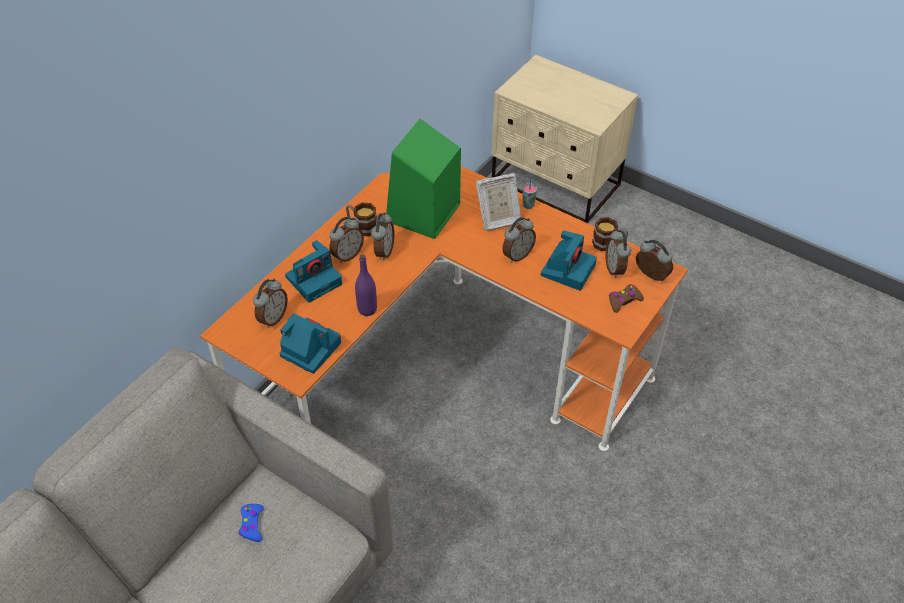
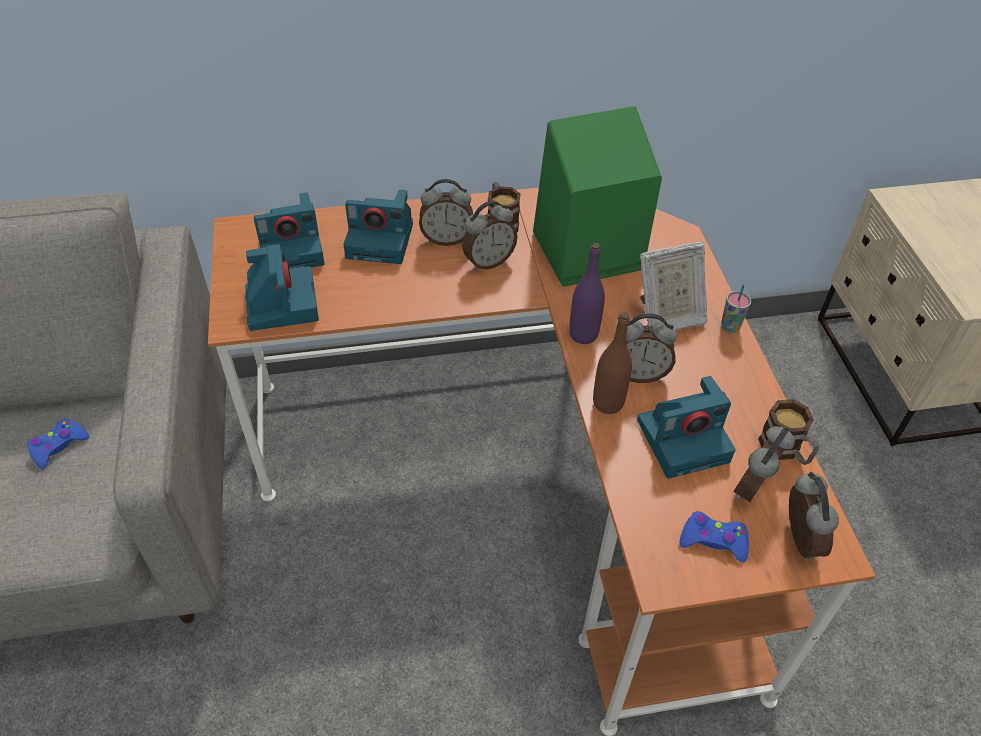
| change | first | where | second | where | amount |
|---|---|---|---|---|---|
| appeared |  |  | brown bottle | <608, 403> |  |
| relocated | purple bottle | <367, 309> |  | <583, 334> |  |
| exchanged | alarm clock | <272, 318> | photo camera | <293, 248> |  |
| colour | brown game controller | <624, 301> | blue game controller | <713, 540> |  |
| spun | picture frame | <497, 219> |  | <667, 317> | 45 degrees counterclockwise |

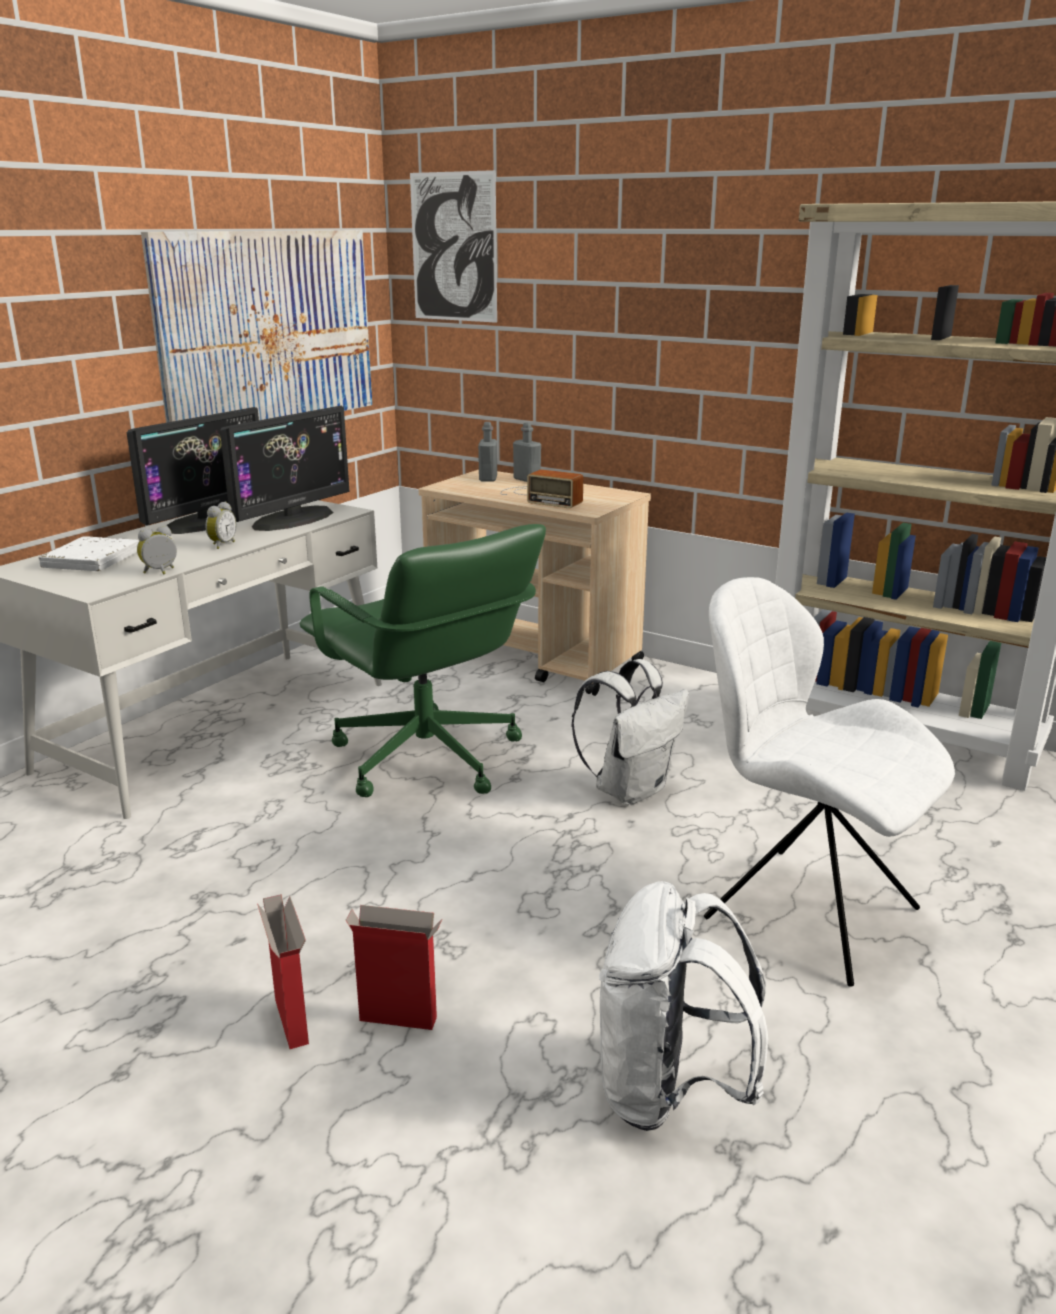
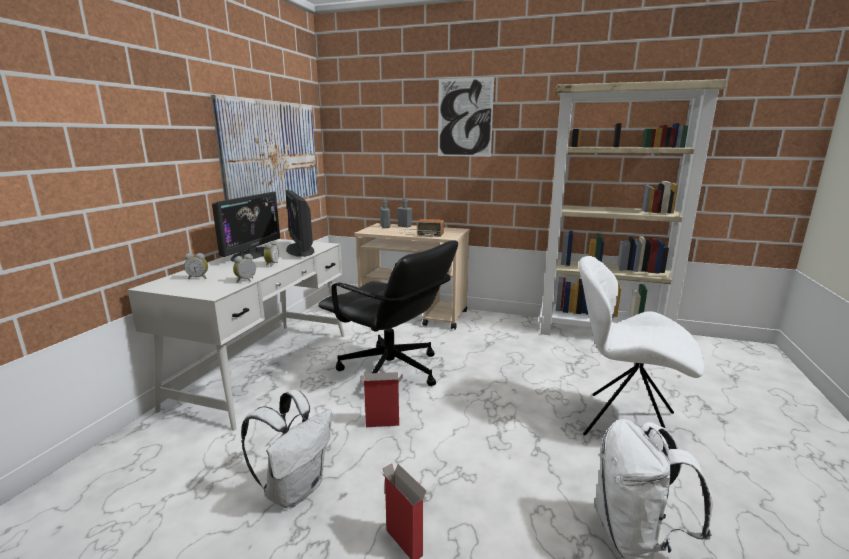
| change | first | where | second | where | amount |
|---|---|---|---|---|---|
| relocated | cardboard box | <400, 1019> |  | <383, 423> |  |
| relocated | picture | <453, 247> |  | <465, 118> |  |
| relocated | white backpack | <630, 789> |  | <295, 489> |  |
| exchanged | white book | <92, 560> | alarm clock | <198, 278> |  |
| colour | green office chair | <426, 759> | black office chair | <391, 371> |  |
| spun | monitor | <293, 519> |  | <300, 250> | 135 degrees clockwise |

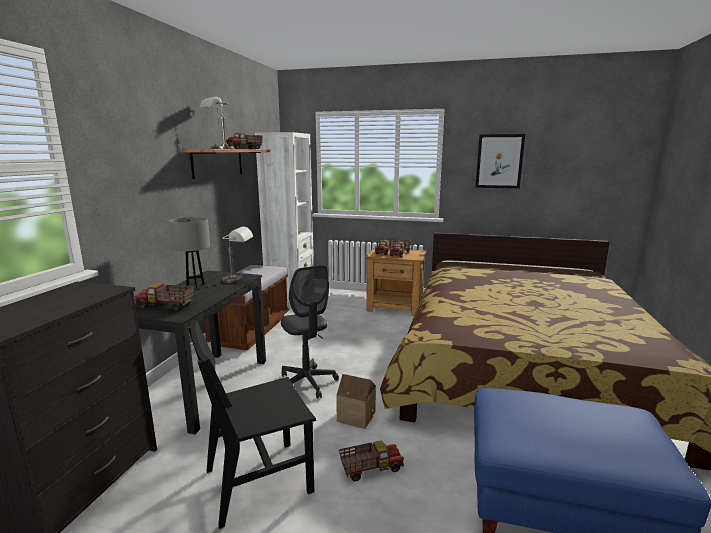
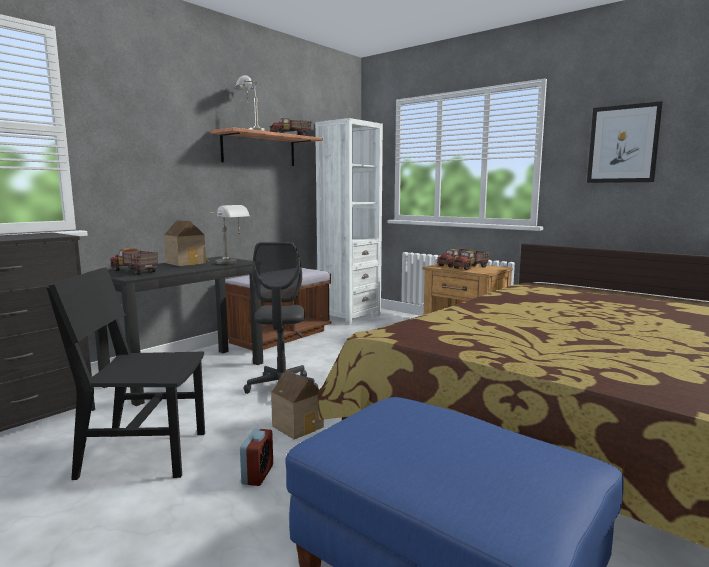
| change | first | where | second | where | amount |
|---|---|---|---|---|---|
| exchanged | grey table lamp | <195, 285> | toy house | <187, 263> |  |
| exchanged | toy truck | <370, 468> | alarm clock | <257, 475> |  |

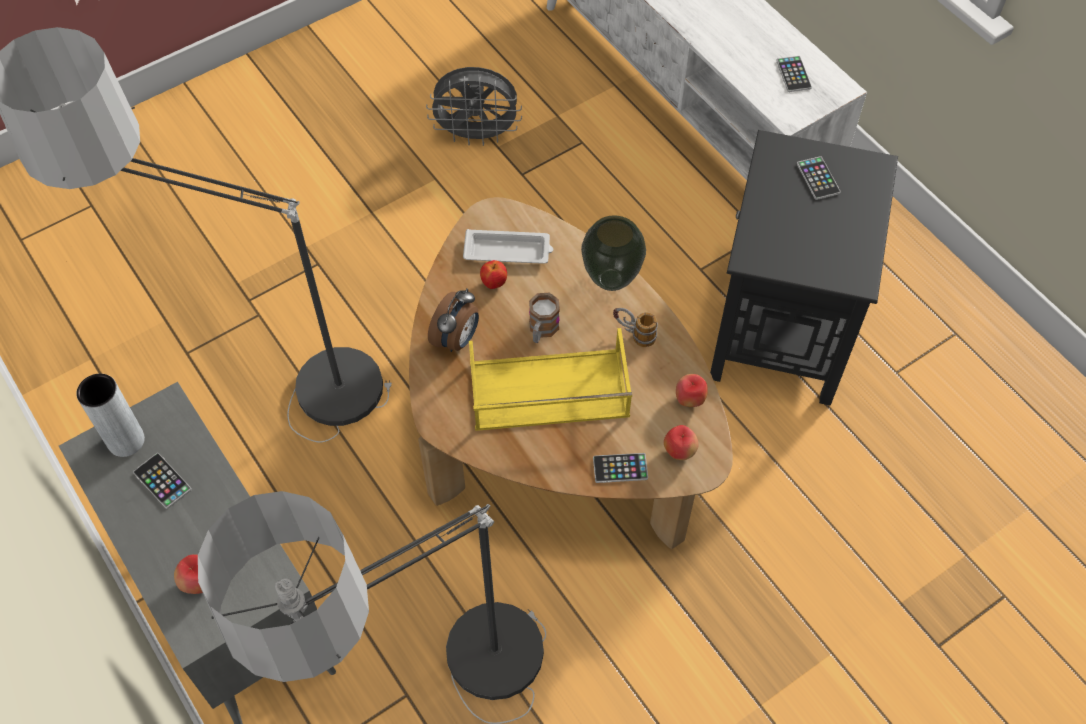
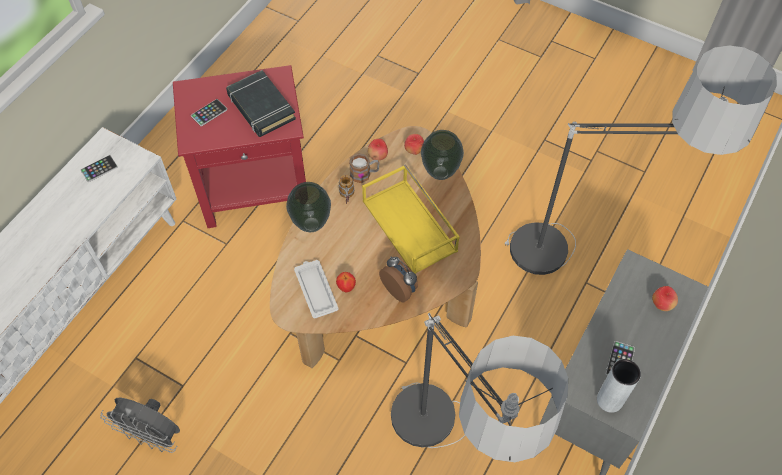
| change | first | where | second | where | amount |
|---|---|---|---|---|---|
| appeared |  |  | black book | <261, 107> |  |
| relocated | mug | <542, 330> |  | <364, 174> |  |
| exchanged | phone | <620, 468> | vase | <440, 173> |  |
| colour | black side table | <780, 330> | red side table | <256, 188> |  |
| spun | grey fan | <477, 135> |  | <153, 435> | 135 degrees clockwise |
| spun | alarm clock | <457, 339> |  | <400, 289> | 45 degrees clockwise |

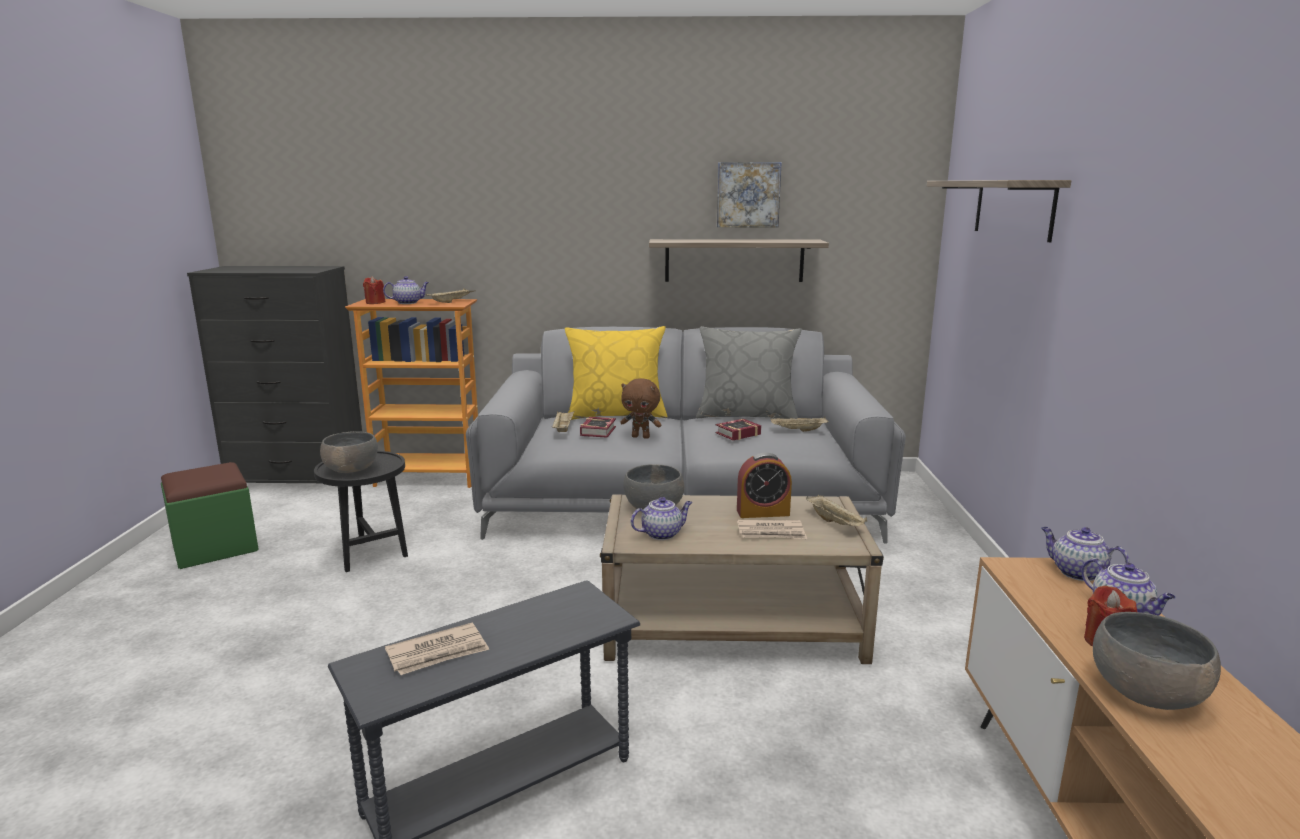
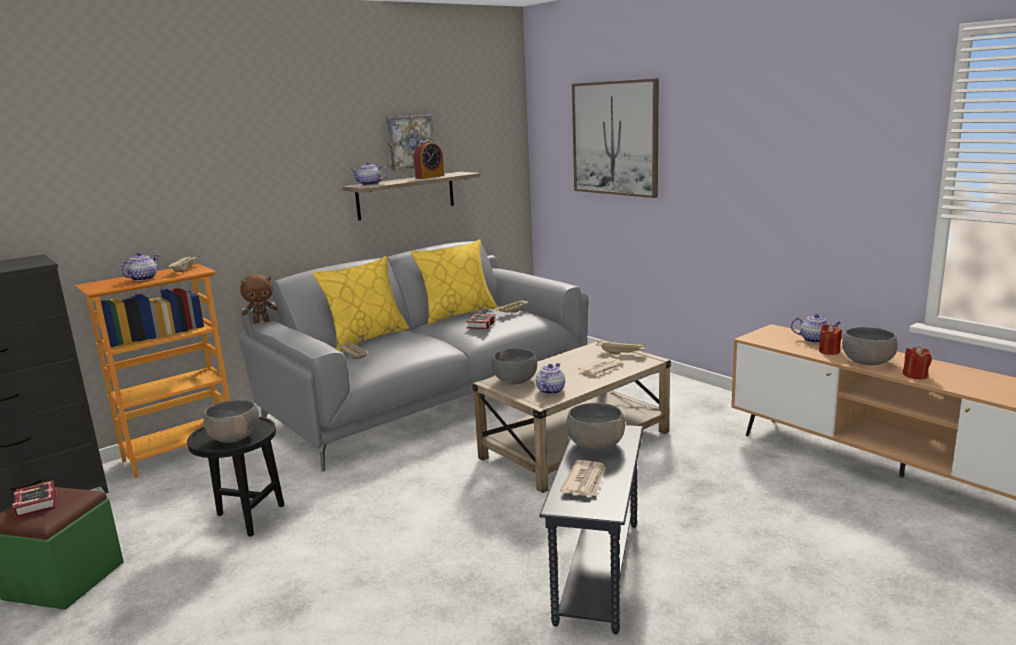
| change | first | where | second | where | amount |
|---|---|---|---|---|---|
| appeared |  |  | grey bowl | <596, 445> |  |
| relocated | red candle | <375, 302> |  | <915, 375> |  |
| relocated | book | <599, 431> |  | <38, 502> |  |
| relocated | brown plush toy | <641, 437> |  | <261, 321> |  |
| relocated | alarm clock | <763, 512> |  | <430, 177> |  |
| relocated | teapot | <1077, 573> |  | <369, 184> |  |
| exchanged | shelf | <1013, 208> | picture | <615, 138> |  |
| colour | grey pillow | <746, 415> | yellow pillow | <457, 313> |  |

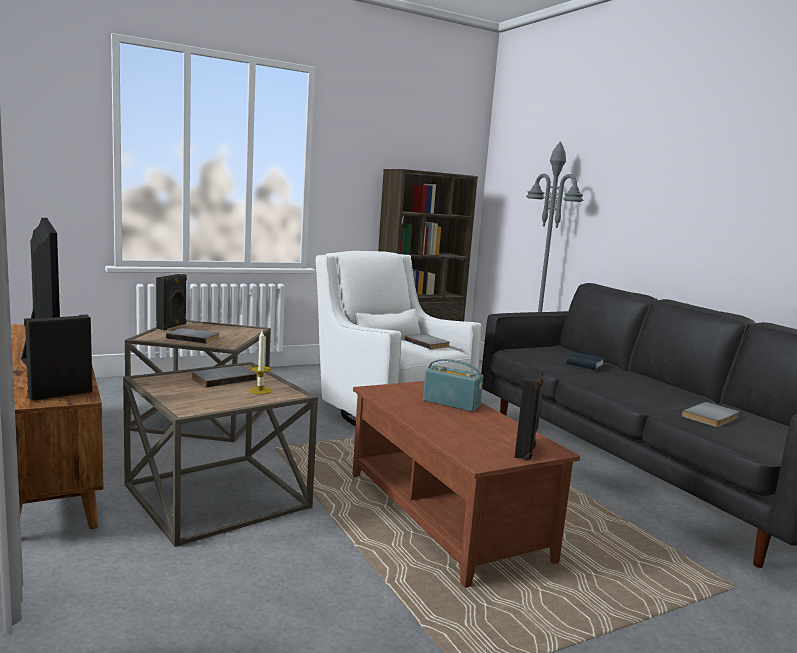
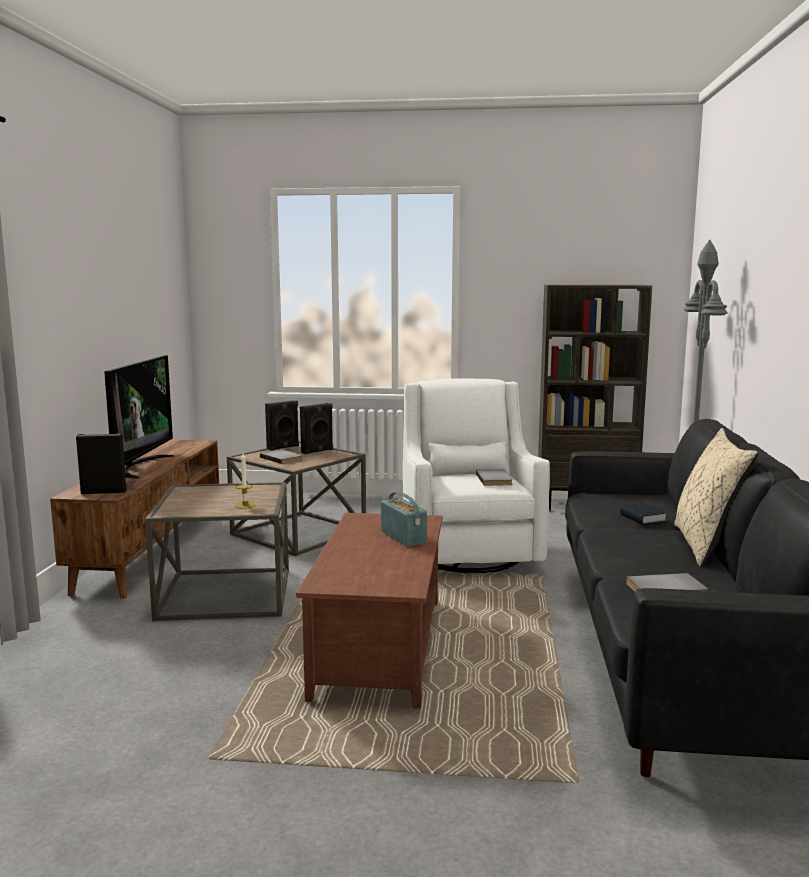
| change | first | where | second | where | amount |
|---|---|---|---|---|---|
| missing | grey book | <222, 378> |  |  |  |
| appeared |  |  | beige pillow | <707, 546> |  |
| relocated | black speaker | <526, 449> |  | <318, 451> |  |

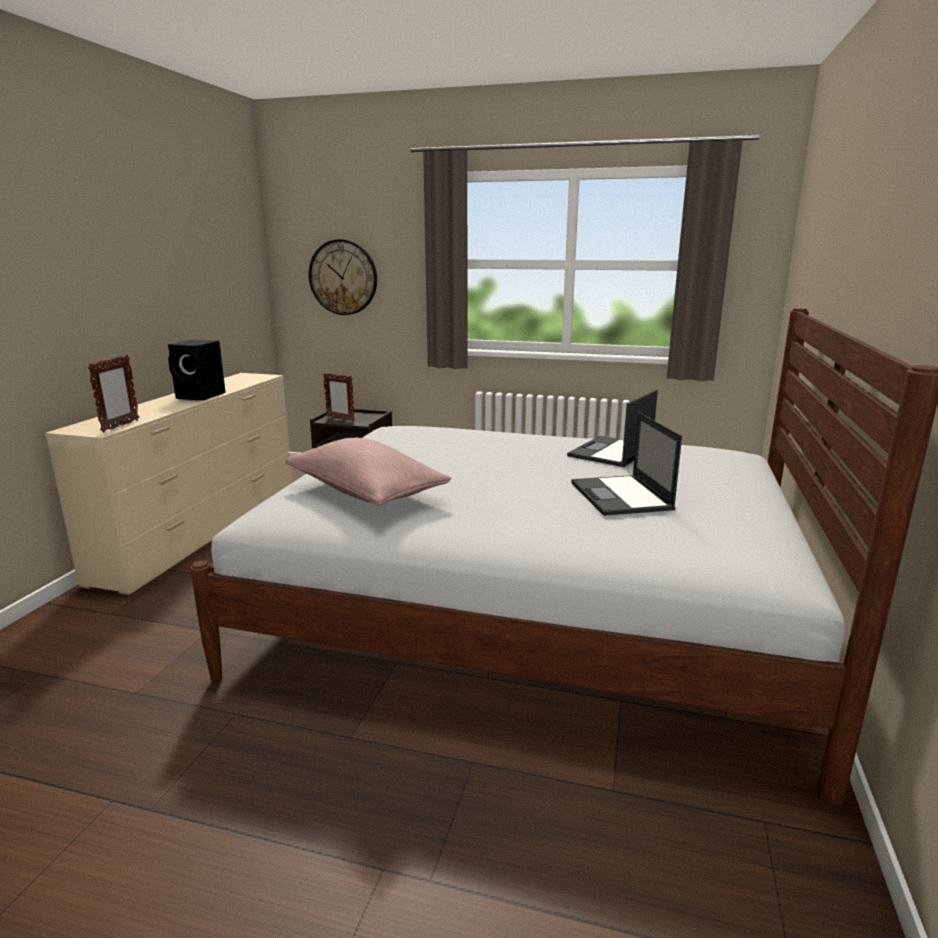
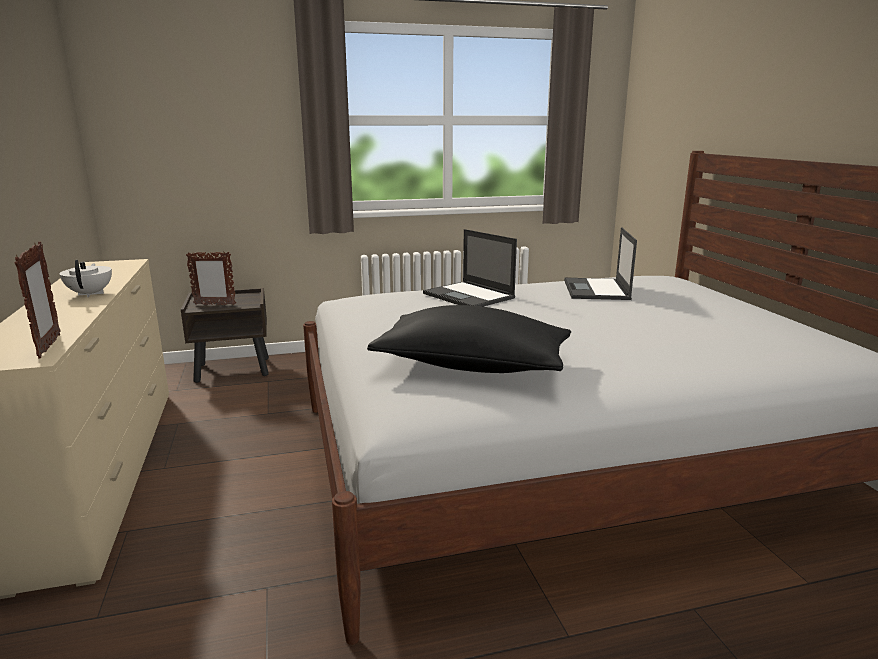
| change | first | where | second | where | amount |
|---|---|---|---|---|---|
| missing | wall clock | <343, 277> |  |  |  |
| relocated | laptop | <621, 496> |  | <469, 296> |  |
| exchanged | black speaker | <202, 396> | white teapot | <91, 294> |  |
| colour | pink pillow | <366, 493> | black pillow | <472, 366> |  |

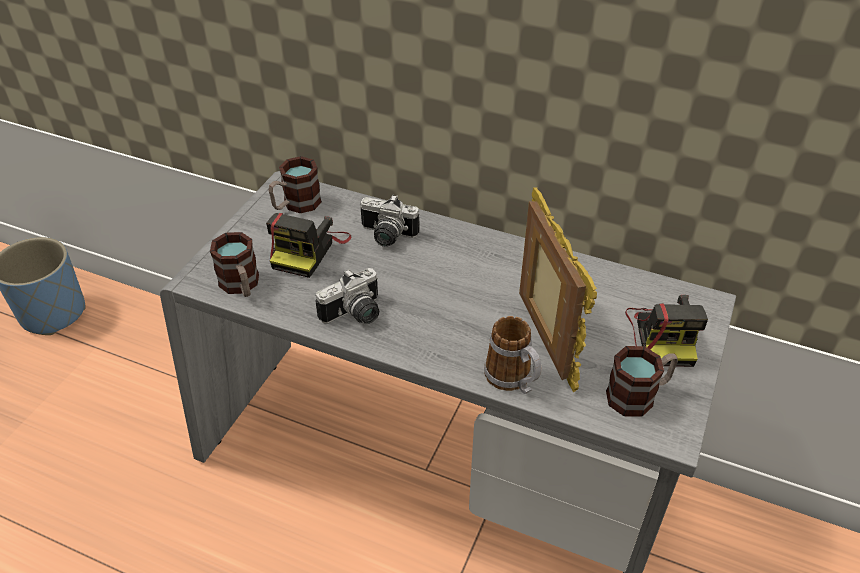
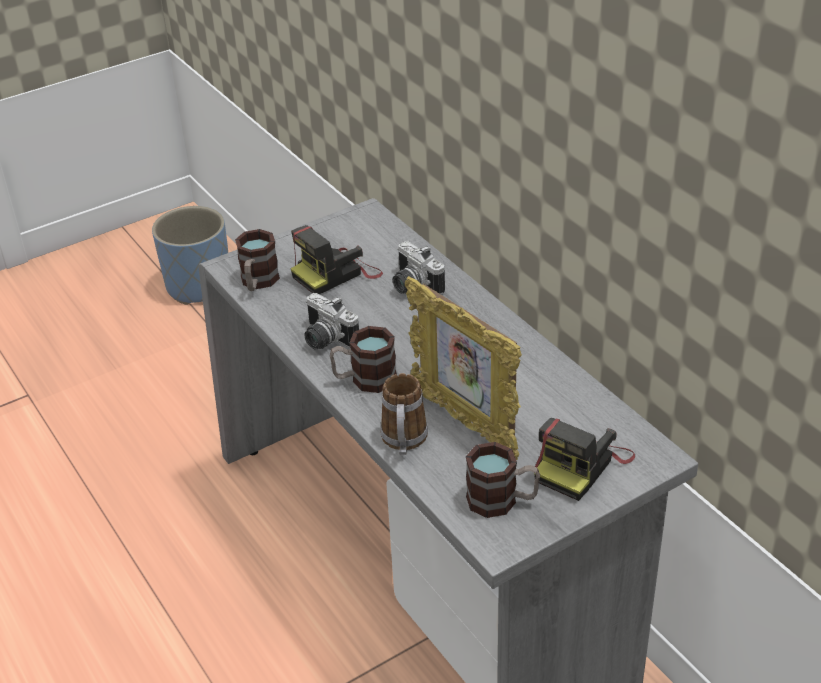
| change | first | where | second | where | amount |
|---|---|---|---|---|---|
| relocated | mug | <296, 205> |  | <364, 379> |  |
| spun | photo camera | <355, 315> |  | <325, 339> | 45 degrees clockwise |
| spun | picture frame | <544, 340> |  | <464, 423> | 120 degrees clockwise |

